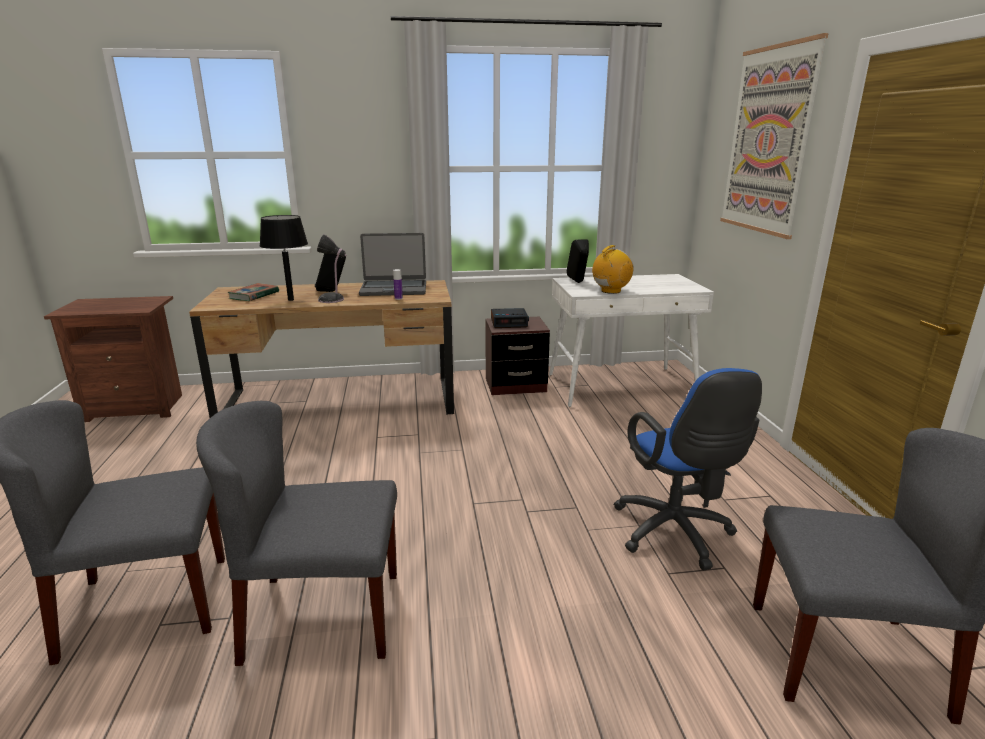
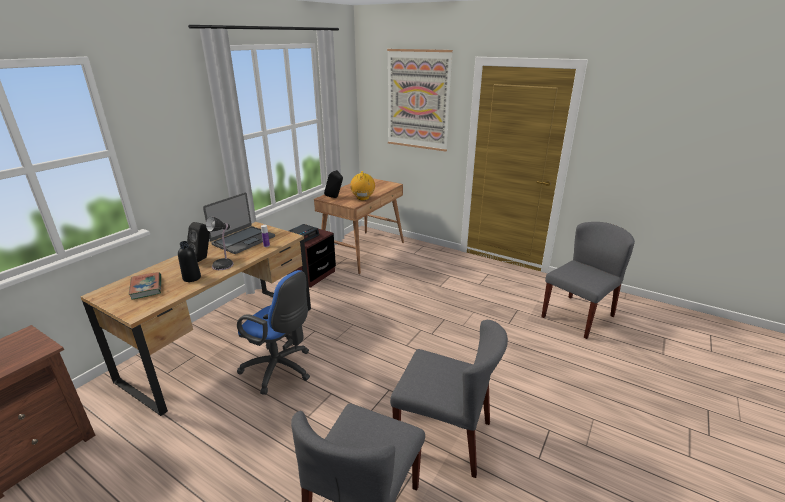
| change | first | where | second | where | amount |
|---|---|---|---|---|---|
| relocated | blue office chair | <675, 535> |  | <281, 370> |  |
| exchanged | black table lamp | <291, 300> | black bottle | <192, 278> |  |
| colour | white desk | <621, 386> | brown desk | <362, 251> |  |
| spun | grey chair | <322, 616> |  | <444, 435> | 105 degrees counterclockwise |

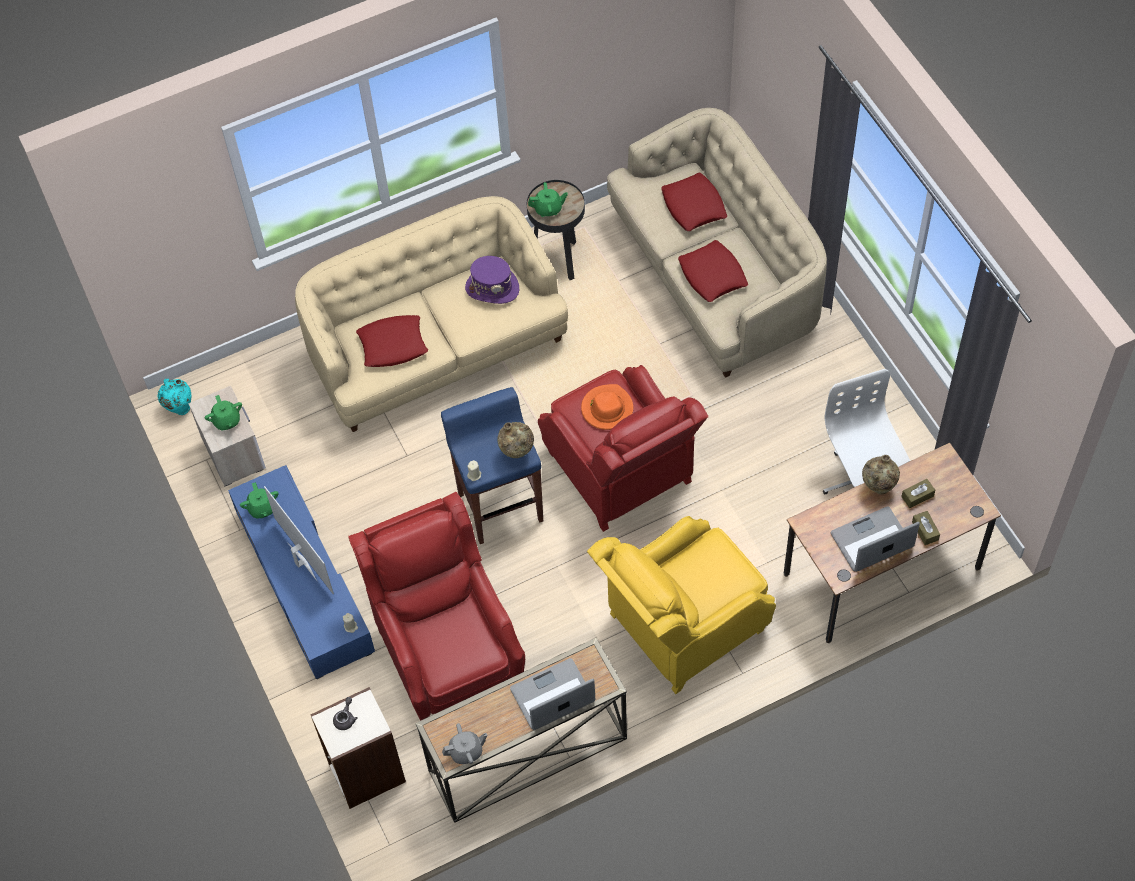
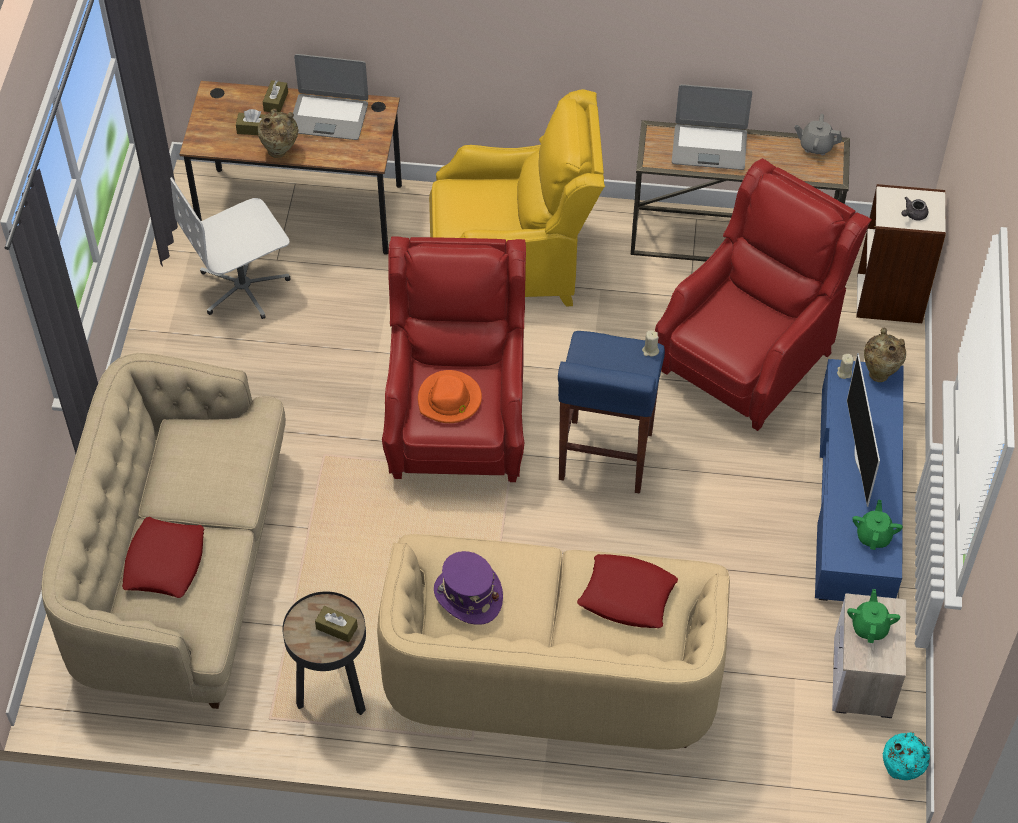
| change | first | where | second | where | amount |
|---|---|---|---|---|---|
| missing | red pillow | <712, 275> |  |  |  |
| relocated | beige vase | <517, 454> |  | <879, 373> |  |
| exchanged | green teapot | <548, 209> | brown tissue box | <336, 628> |  |
| spun | red armchair | <447, 649> |  | <748, 358> | 150 degrees counterclockwise |
| spun | white office chair | <861, 482> |  | <244, 287> | 45 degrees clockwise |

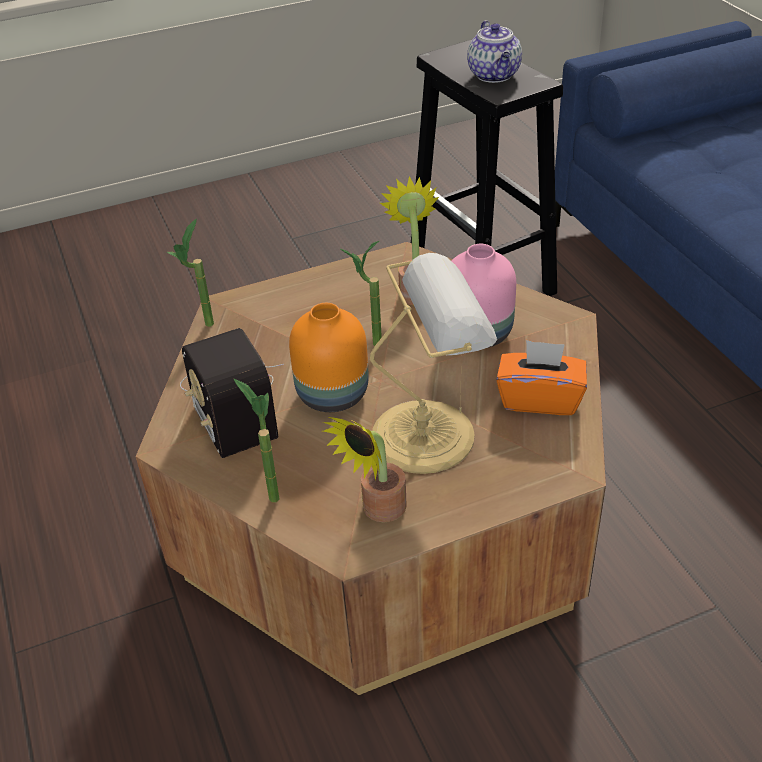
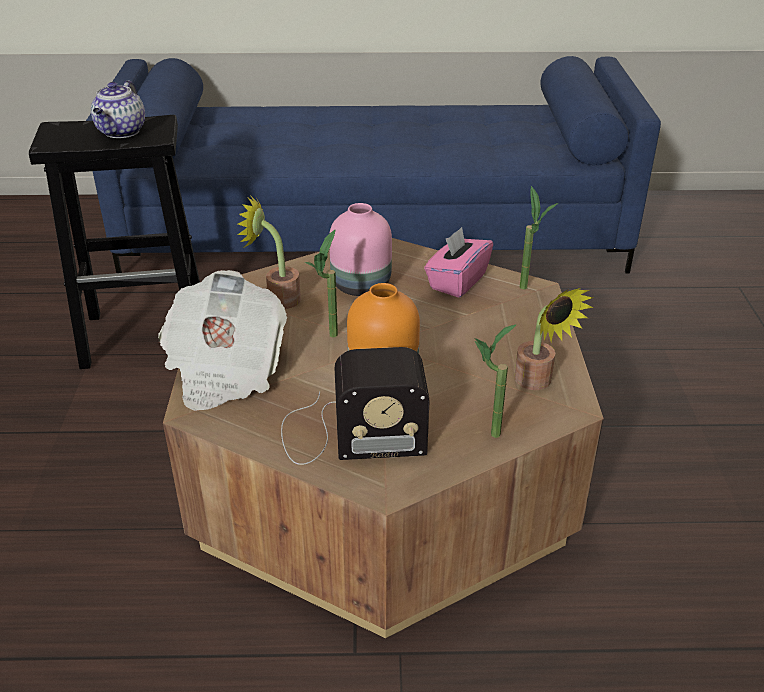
| change | first | where | second | where | amount |
|---|---|---|---|---|---|
| missing | table lamp | <428, 434> |  |  |  |
| appeared |  |  | newspaper | <224, 369> |  |
| relocated | potted plant | <203, 329> |  | <529, 291> |  |
| colour | orange tissue box | <540, 399> | pink tissue box | <457, 281> |  |
| spun | teapot | <495, 75> |  | <121, 132> | 90 degrees clockwise |

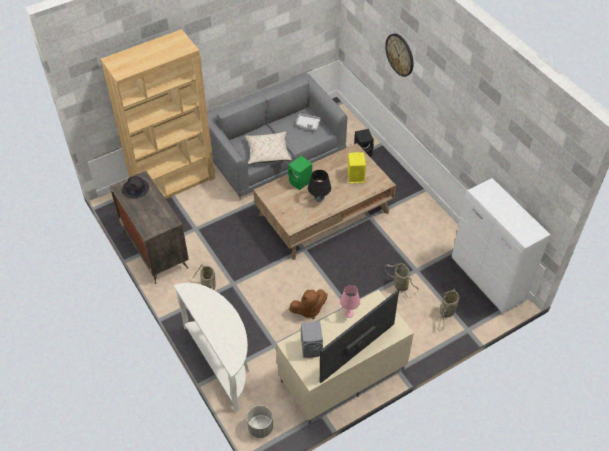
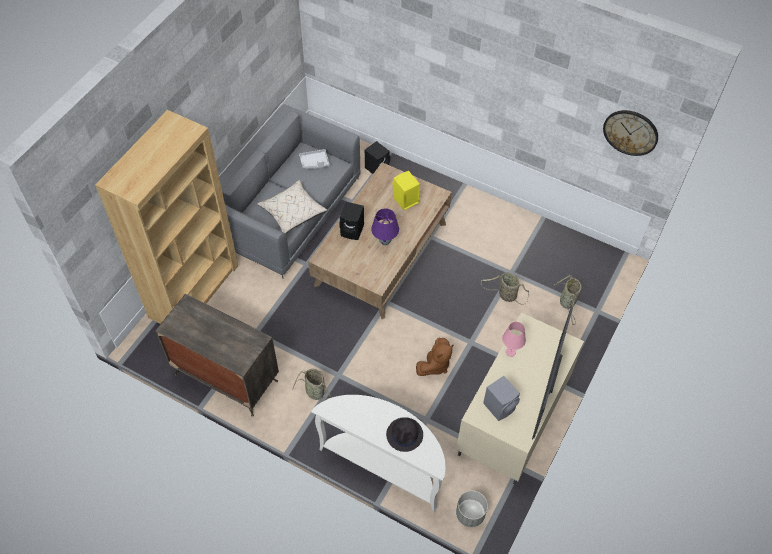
| change | first | where | second | where | amount |
|---|---|---|---|---|---|
| missing | white cabinet | <488, 280> |  |  |  |
| relocated | black hat | <135, 189> |  | <405, 435> |  |
| relocated | wall clock | <400, 54> |  | <630, 132> |  |
| colour | green speaker | <300, 182> | black speaker | <353, 230> |  |
| colour | black table lamp | <319, 199> | purple table lamp | <385, 241> |  |

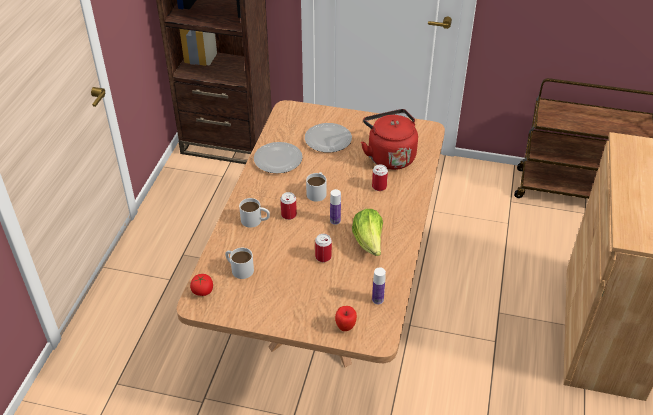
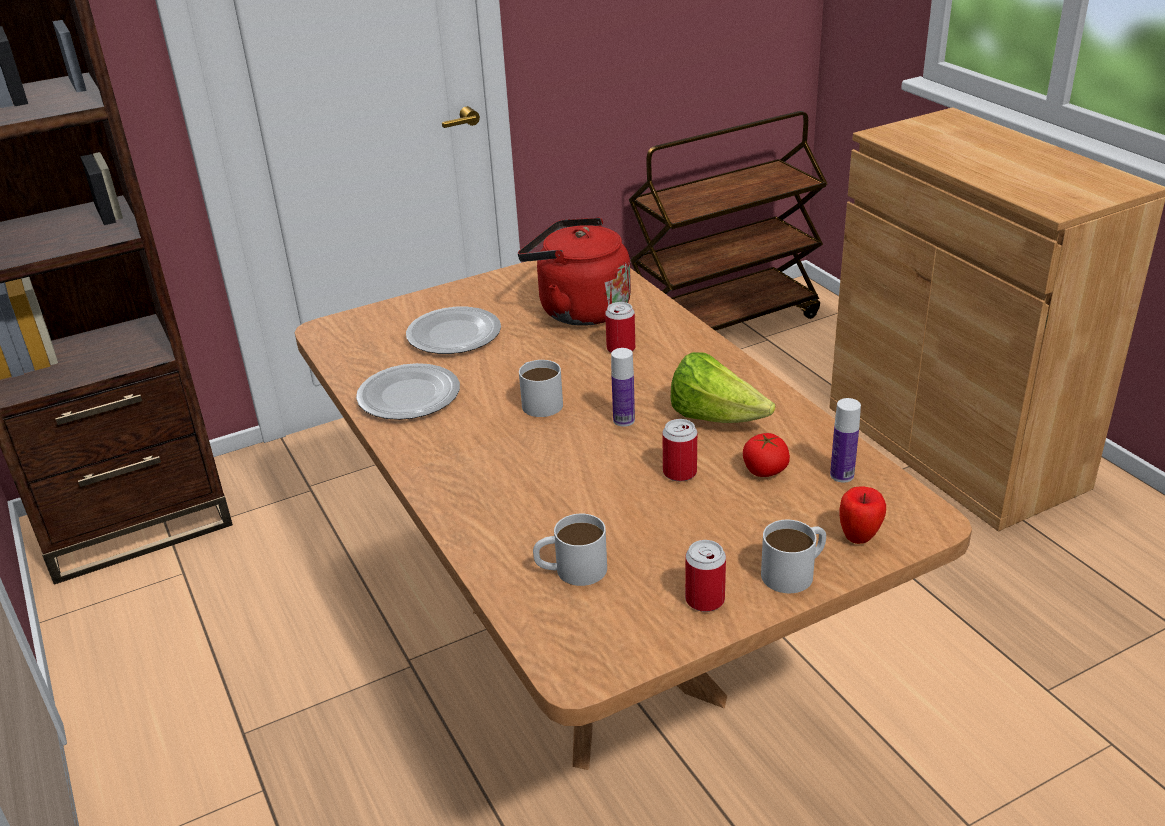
| change | first | where | second | where | amount |
|---|---|---|---|---|---|
| relocated | tomato | <202, 291> |  | <764, 471> |  |
| relocated | white mug | <255, 220> |  | <795, 571> |  |
| relocated | can | <289, 215> |  | <705, 600> |  |

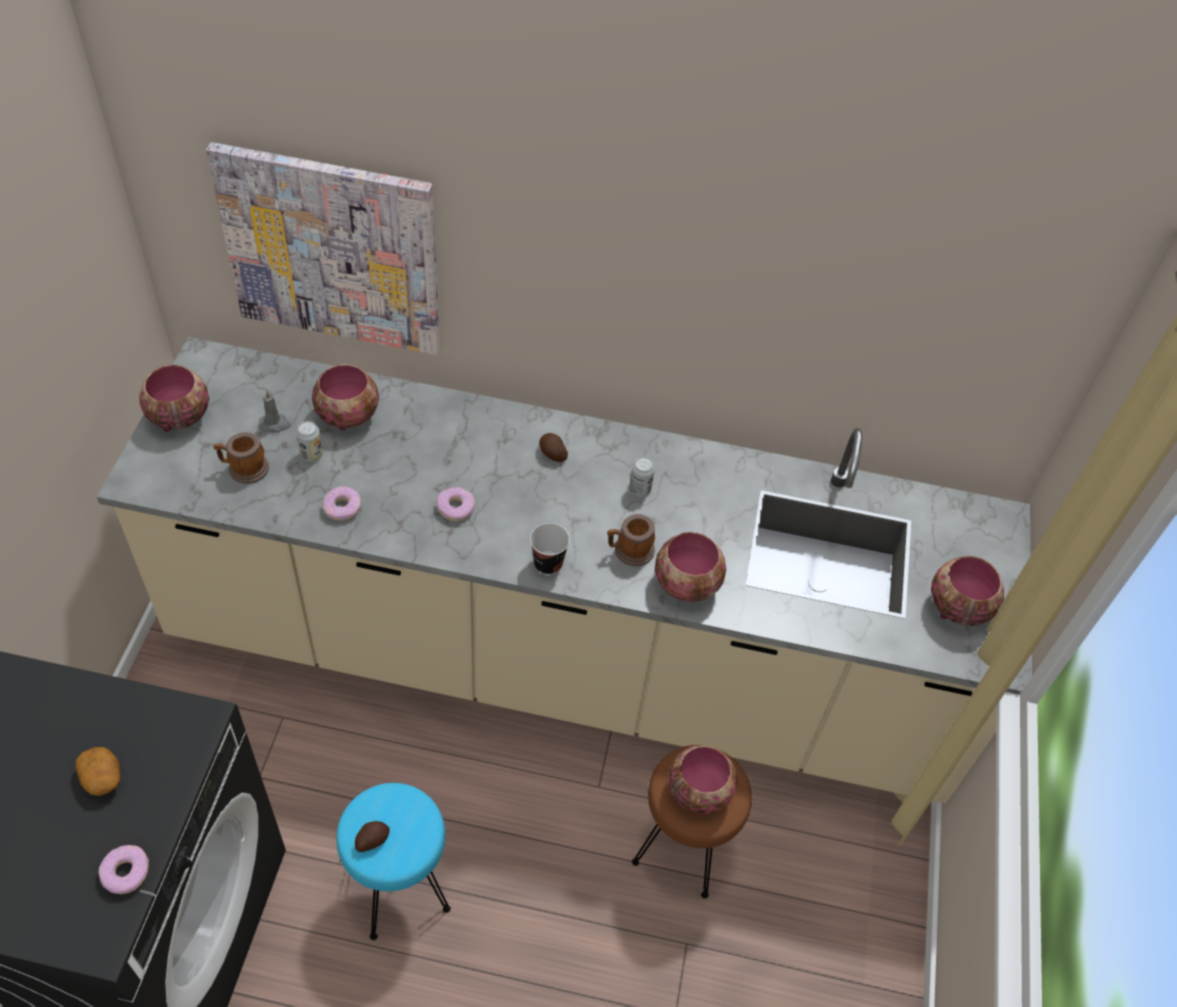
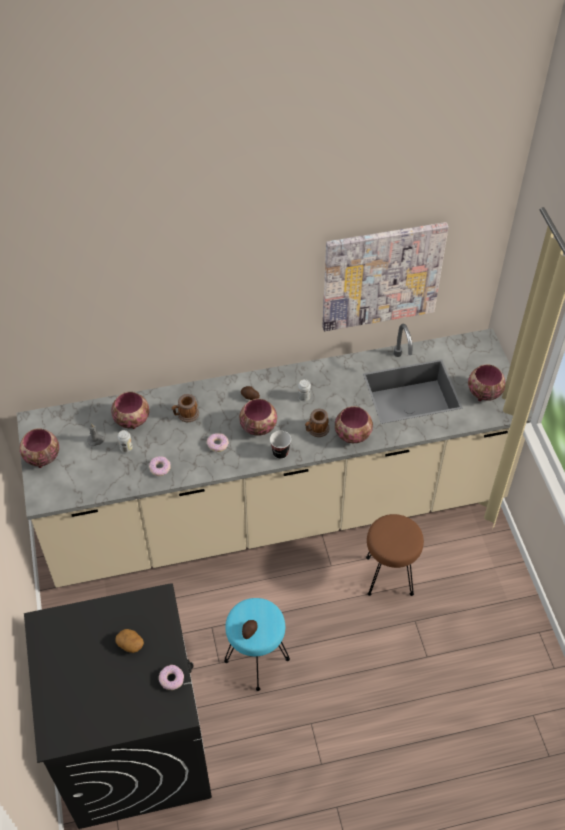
| change | first | where | second | where | amount |
|---|---|---|---|---|---|
| relocated | picture | <332, 250> |  | <382, 276> |  |
| relocated | mug | <244, 469> |  | <185, 415> |  |
| relocated | bowl | <699, 790> |  | <258, 426> |  |

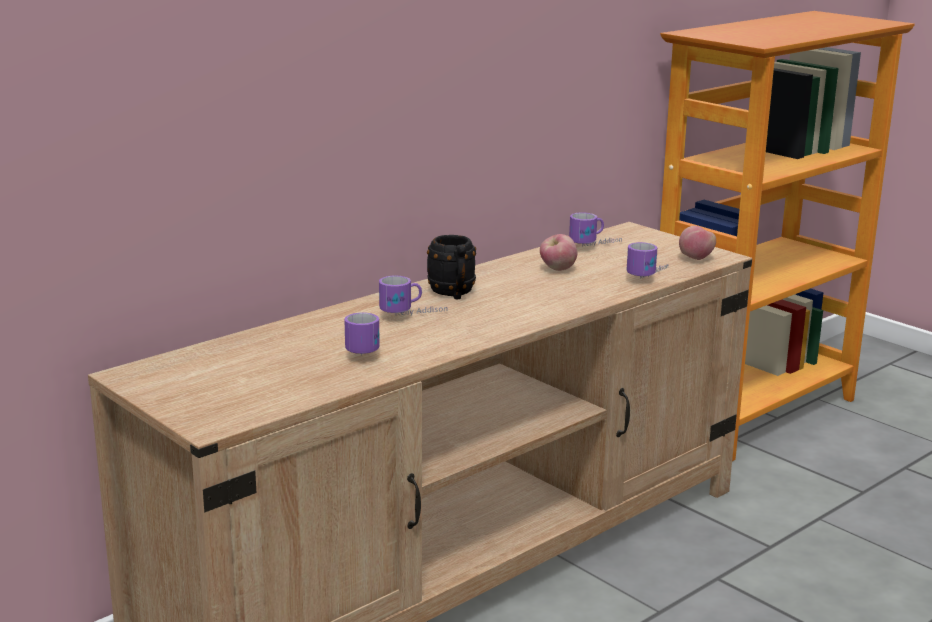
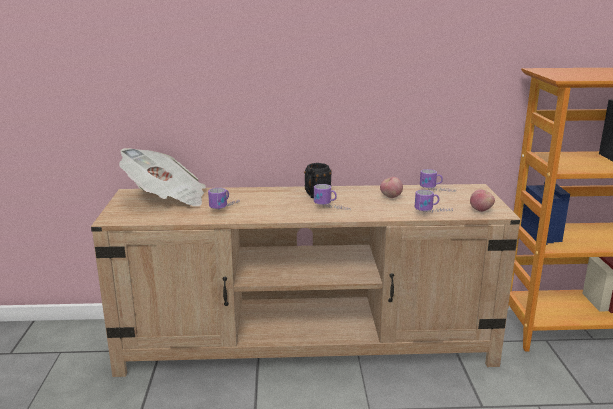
| change | first | where | second | where | amount |
|---|---|---|---|---|---|
| appeared |  |  | newspaper | <167, 198> |  |
| relocated | mug | <413, 315> |  | <332, 208> |  |

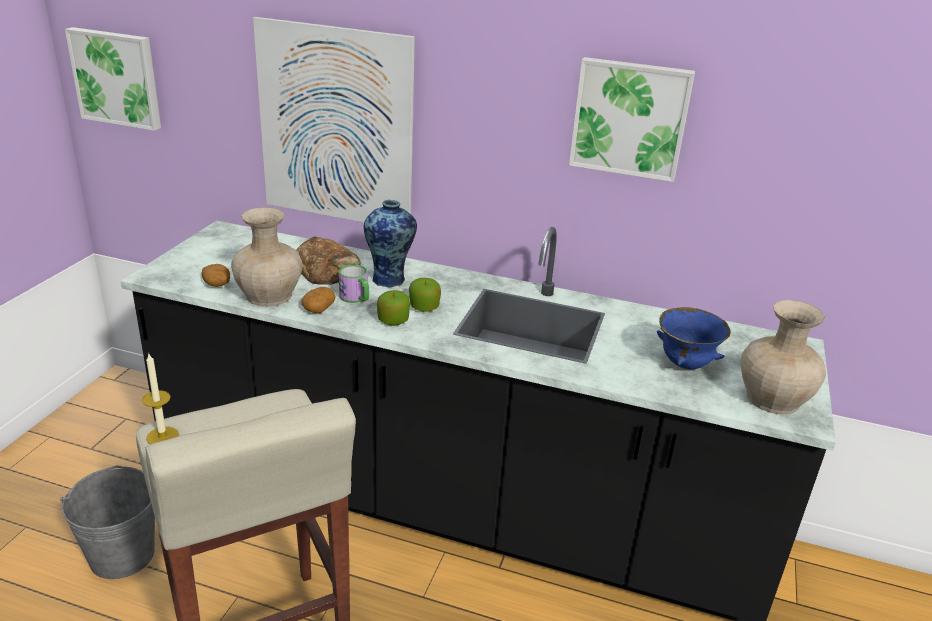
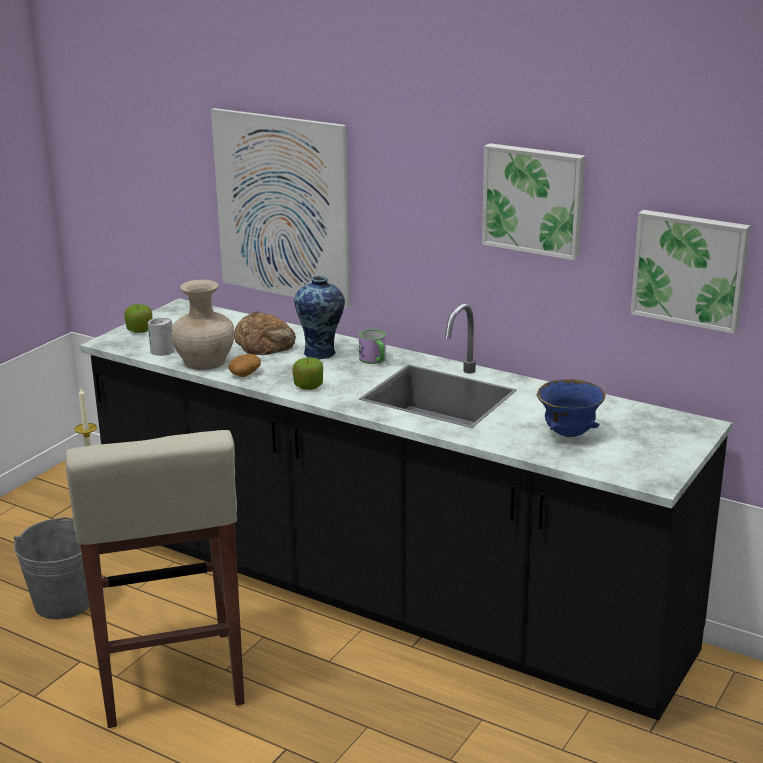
| change | first | where | second | where | amount |
|---|---|---|---|---|---|
| missing | beige vase | <772, 399> |  |  |  |
| relocated | picture | <117, 78> |  | <690, 269> |  |
| relocated | mug | <356, 298> |  | <374, 360> |  |
| relocated | apple | <424, 307> |  | <139, 330> |  |
| exchanged | potato | <217, 284> | can | <162, 351> |  |

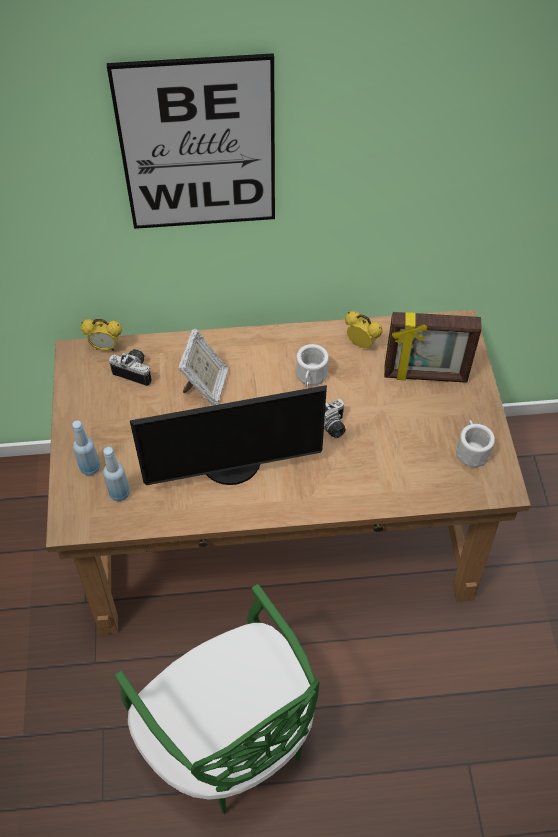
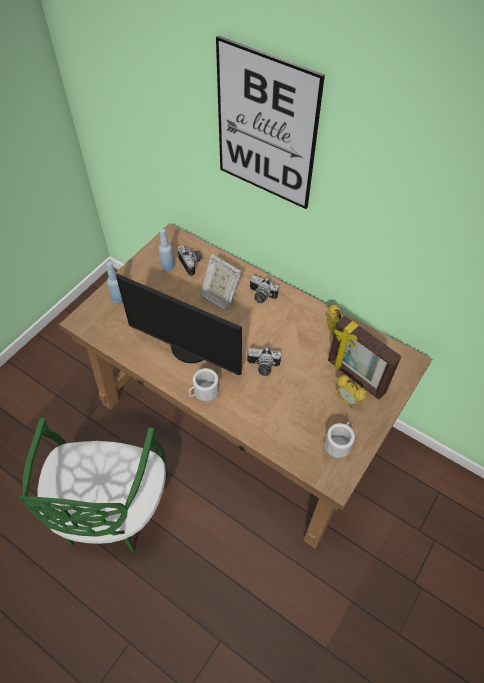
| change | first | where | second | where | amount |
|---|---|---|---|---|---|
| appeared |  |  | photo camera | <261, 296> |  |
| relocated | alarm clock | <105, 347> |  | <347, 400> |  |
| relocated | blue bottle | <119, 493> |  | <168, 267> |  |
| relocated | white mug | <310, 377> |  | <203, 392> |  |
| spun | picture frame | <205, 386> |  | <219, 296> | 75 degrees clockwise |

